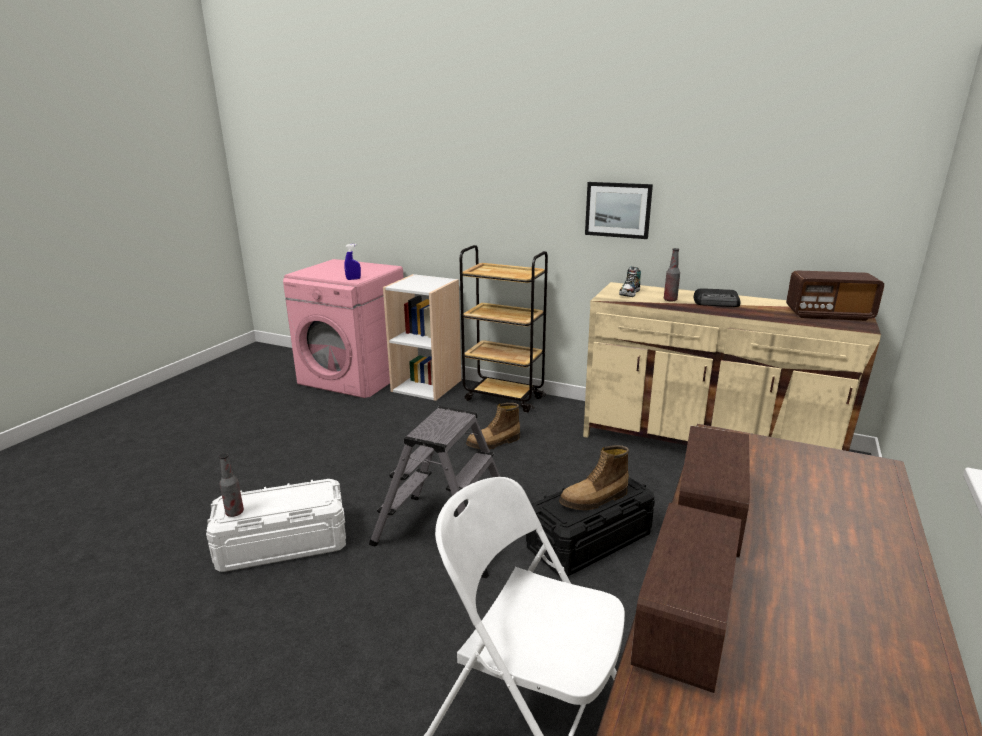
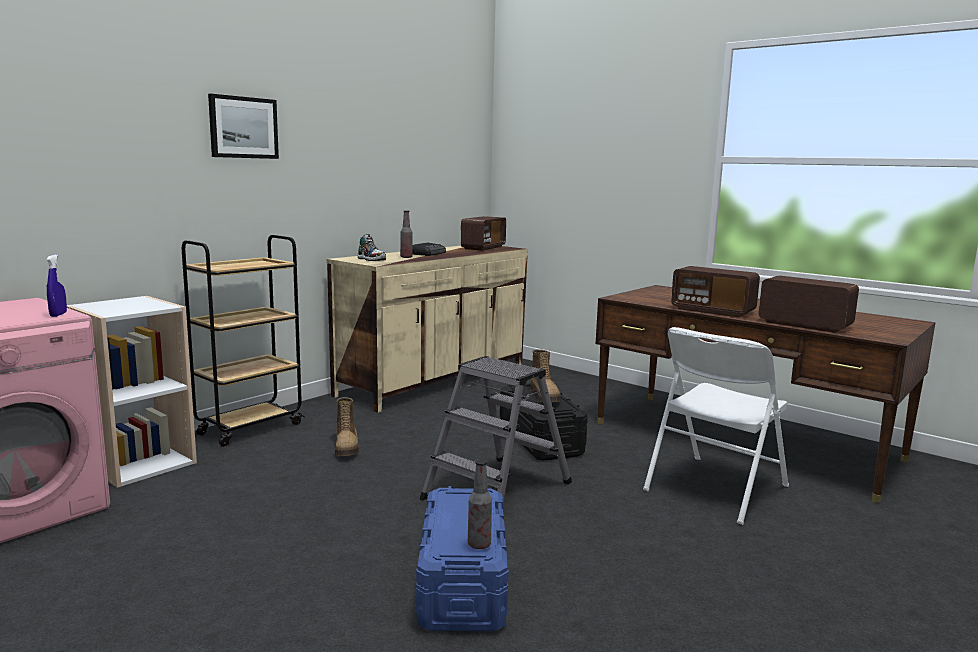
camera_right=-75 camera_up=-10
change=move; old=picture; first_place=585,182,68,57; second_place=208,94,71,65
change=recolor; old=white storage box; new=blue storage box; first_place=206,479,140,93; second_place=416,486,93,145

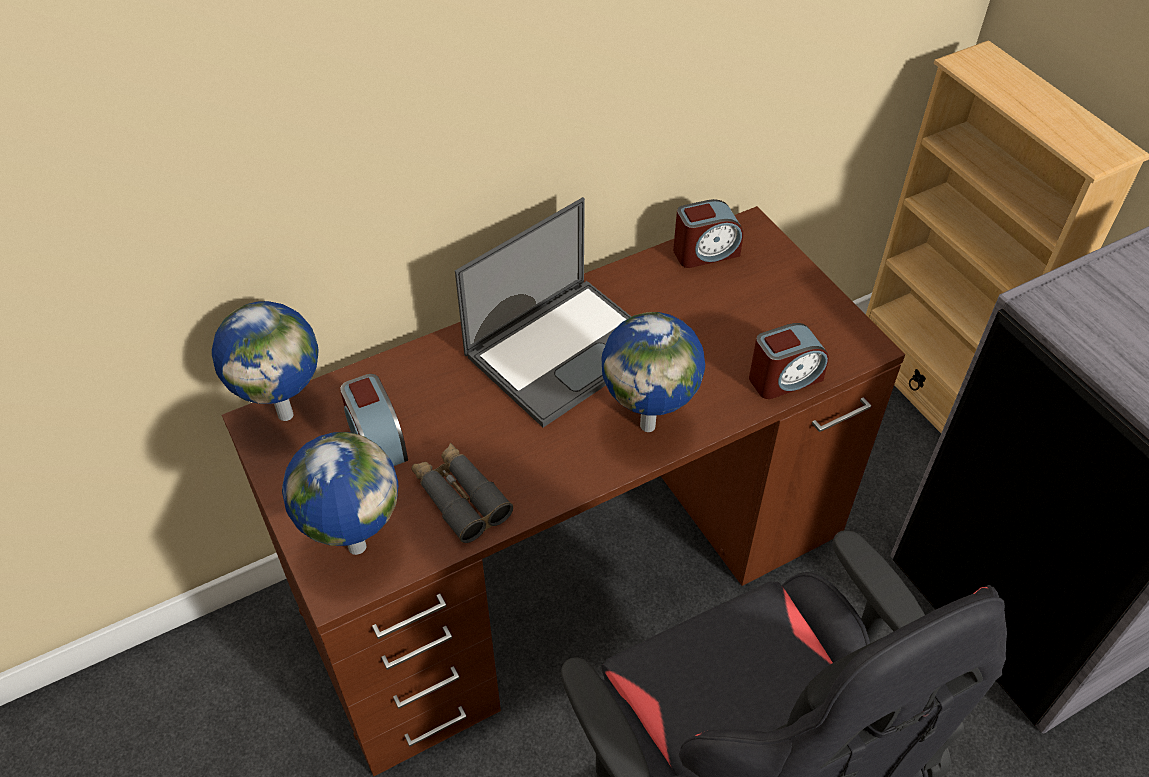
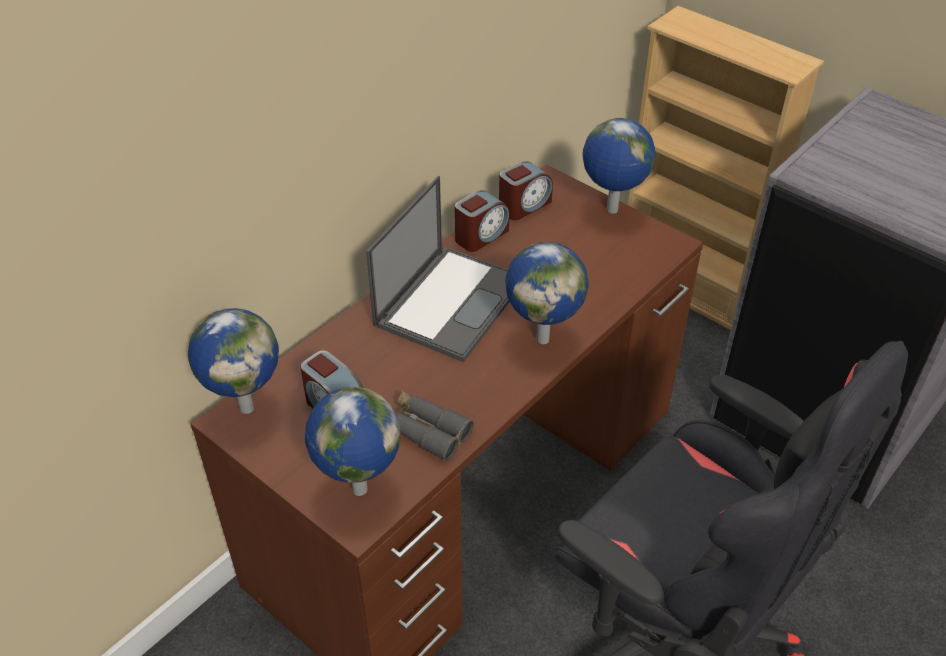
camera_right=-20 camera_up=-5
change=move; old=alarm clock; first_place=749,323,80,76; second_place=455,190,55,62
change=insert; new=globe; second_place=583,118,73,96

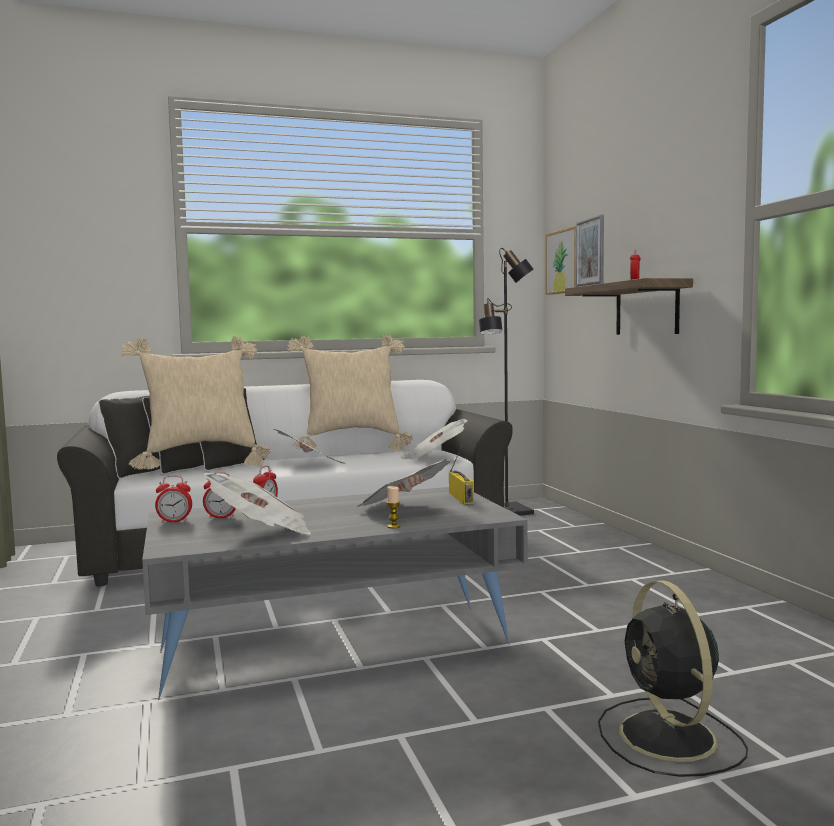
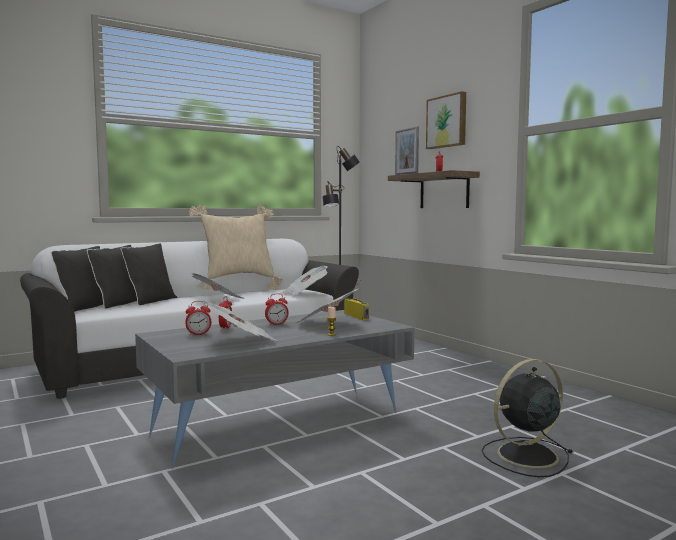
camera_right=-15 camera_up=0
change=move; old=alarm clock; first_place=155,476,37,47; second_place=265,294,24,31
change=move; old=picture; first_place=545,226,31,69; second_place=426,91,40,58
change=rotate; old=black fan; first_place=598,580,150,197; second_place=482,359,91,118; degrees=90
change=delete; old=beige pillow; first_place=121,336,150,134

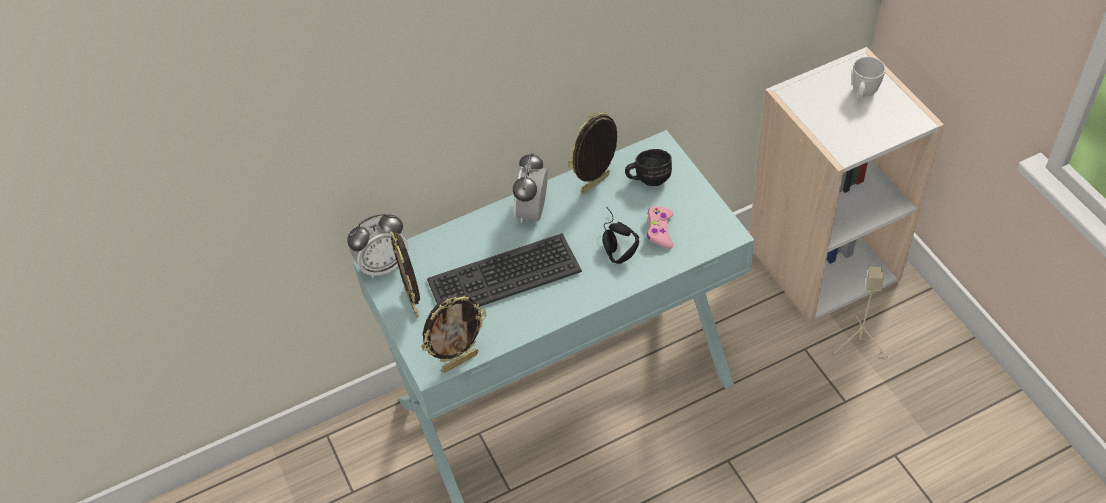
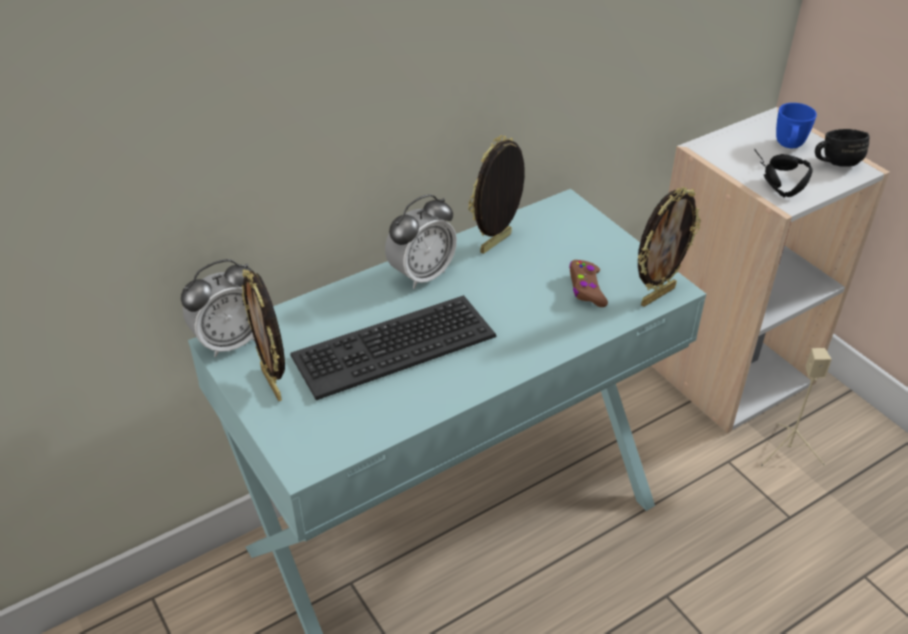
camera_right=-10 camera_up=-10
change=rotate; old=alarm clock; first_place=513,152,35,71; second_place=385,194,72,95; degrees=-135
change=recolor; old=pink game controller; new=brown game controller; first_place=646,207,28,42; second_place=569,260,39,47
change=move; old=picture frame; first_place=421,295,66,78; second_place=638,187,63,120
change=move; old=black headphones; first_place=602,208,37,56; second_place=754,149,58,48
change=recolor; old=white mug; new=blue mug; first_place=852,57,34,41; second_place=776,103,41,45
change=move; old=black mug; first_place=625,149,47,37; second_place=815,129,55,38

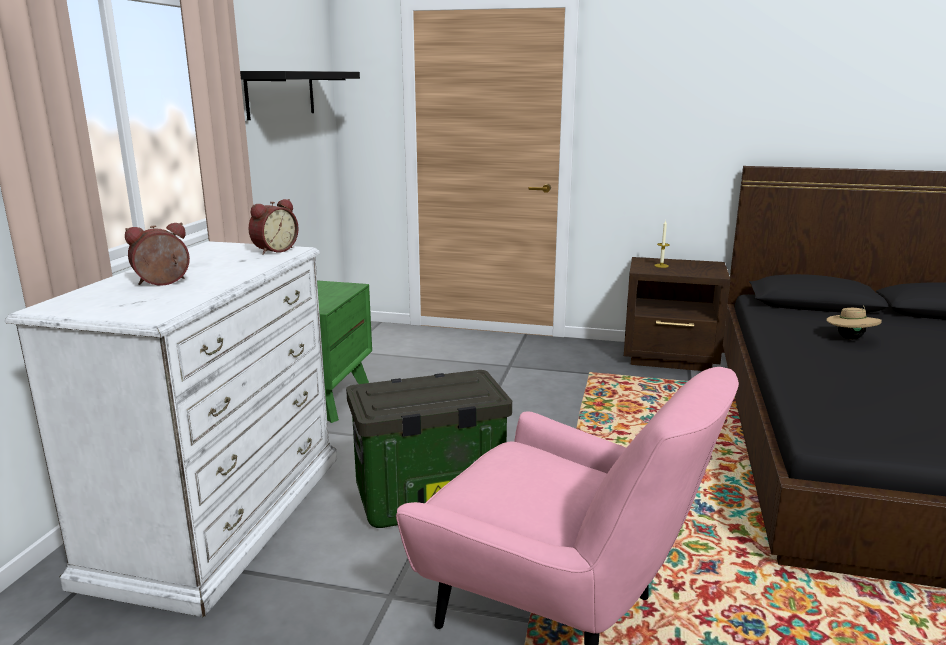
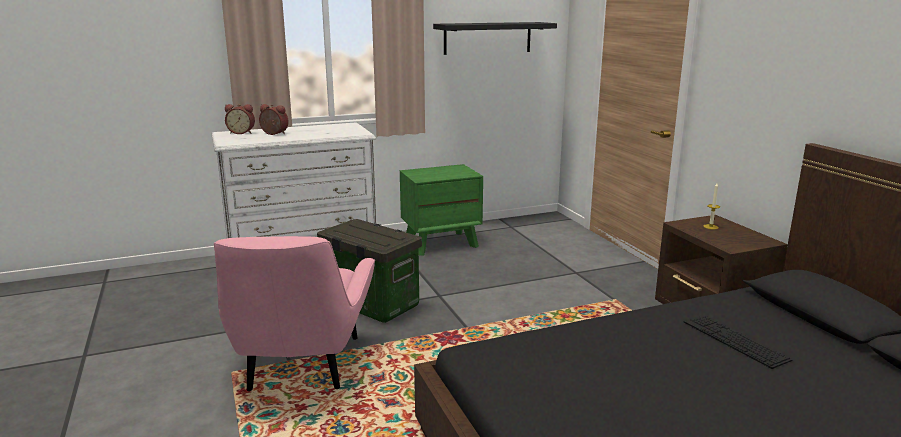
camera_right=55 camera_up=0
change=move; old=alarm clock; first_place=249,199,50,56; second_place=225,104,30,30
change=replace; old=beige hat; new=keyboard; first_place=826,305,56,35; second_place=684,315,109,54

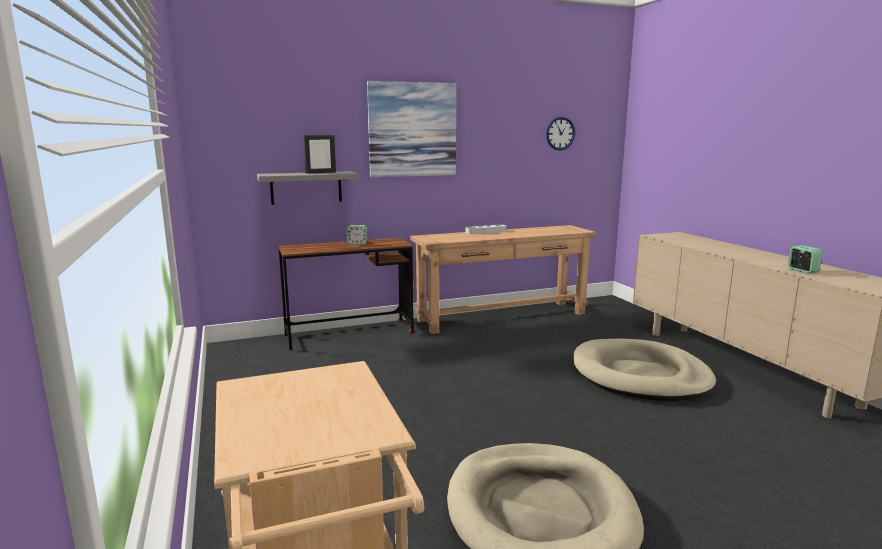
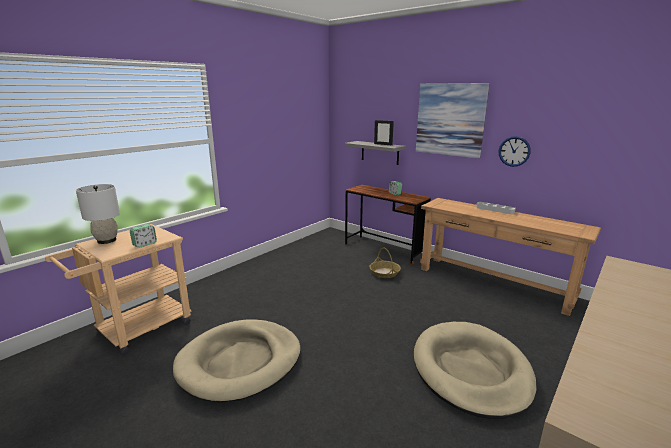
camera_right=60 camera_up=5
change=insert; new=white table lamp; second_place=76,184,44,60
change=move; old=alarm clock; first_place=788,245,34,29; second_place=130,224,27,24
change=insert; new=basket; second_place=369,248,32,30
change=move; old=wall clock; first_place=546,117,29,34; second_place=499,136,32,31

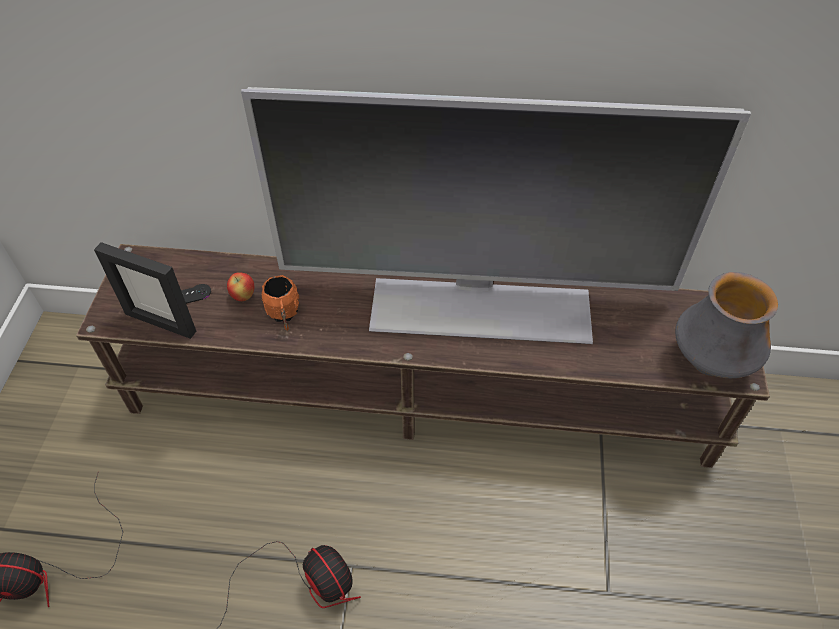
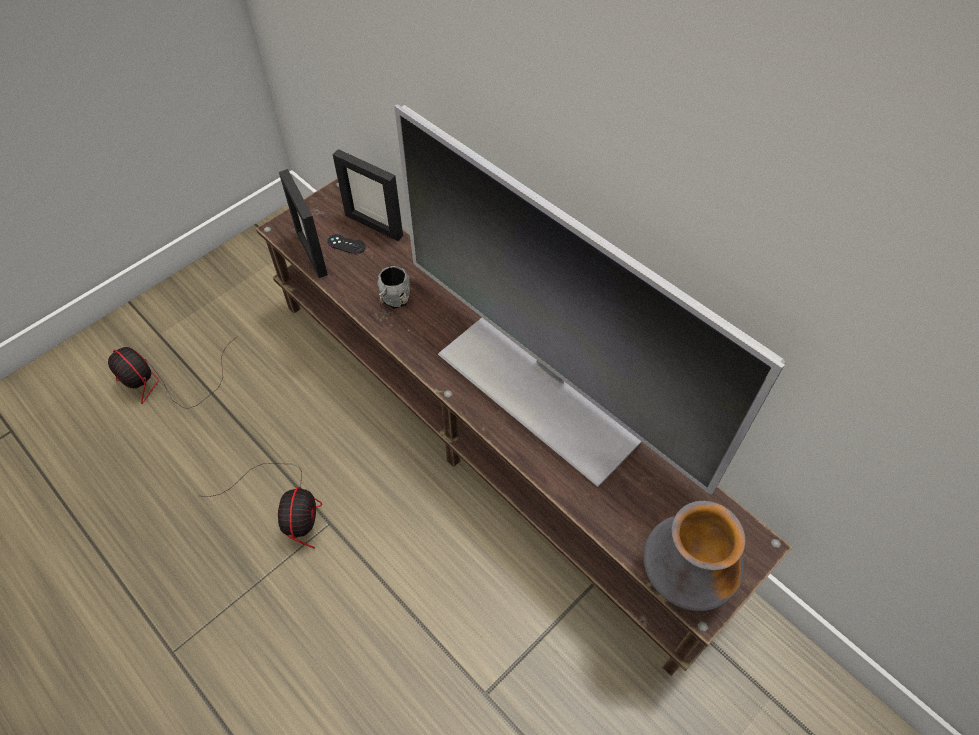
camera_right=40 camera_up=5
change=insert; new=picture frame; second_place=333,149,70,92
change=recolor; old=orange mug; new=grey mug; first_place=262,275,37,55; second_place=378,266,32,49
change=delete; old=apple; first_place=227,272,27,29

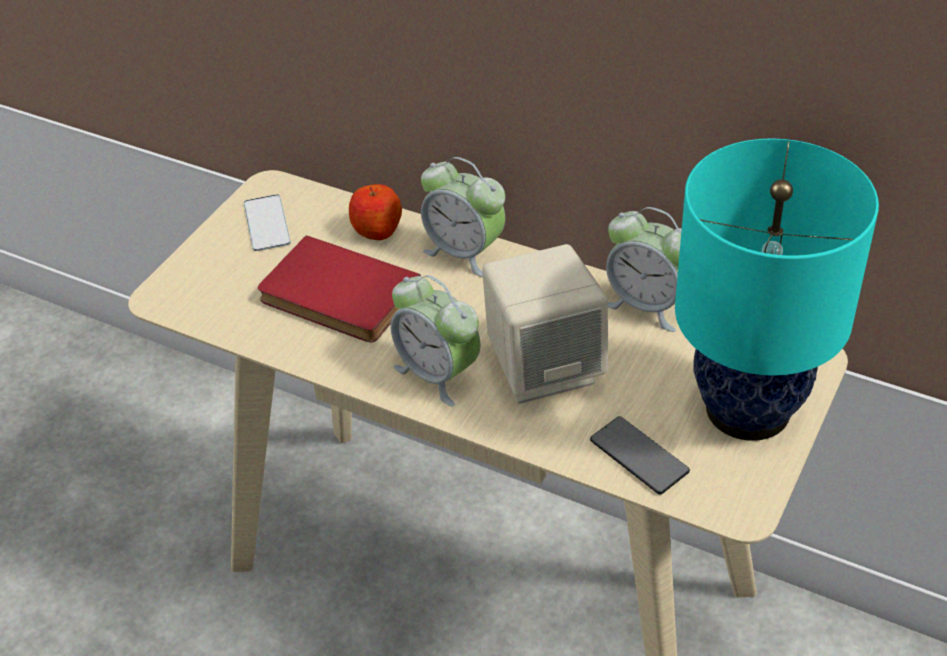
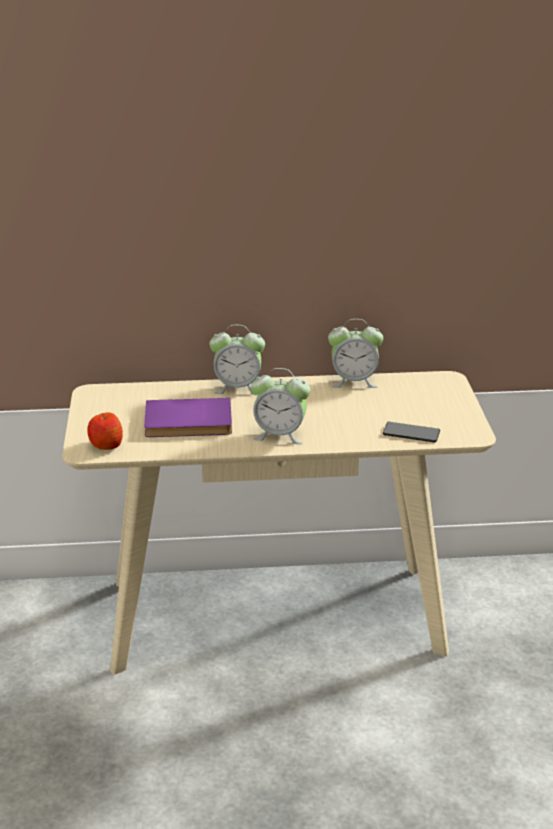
camera_right=-35 camera_up=-15
change=move; old=apple; first_place=349,184,53,56; second_place=87,412,36,38
change=recolor; old=red book; new=purple book; first_place=258,235,163,107; second_place=144,398,88,39
change=delete; old=phone; first_place=244,194,47,57
change=delete; old=beige speaker; first_place=482,244,126,160
change=delete; old=turquoise table lamp; first_place=675,139,204,302

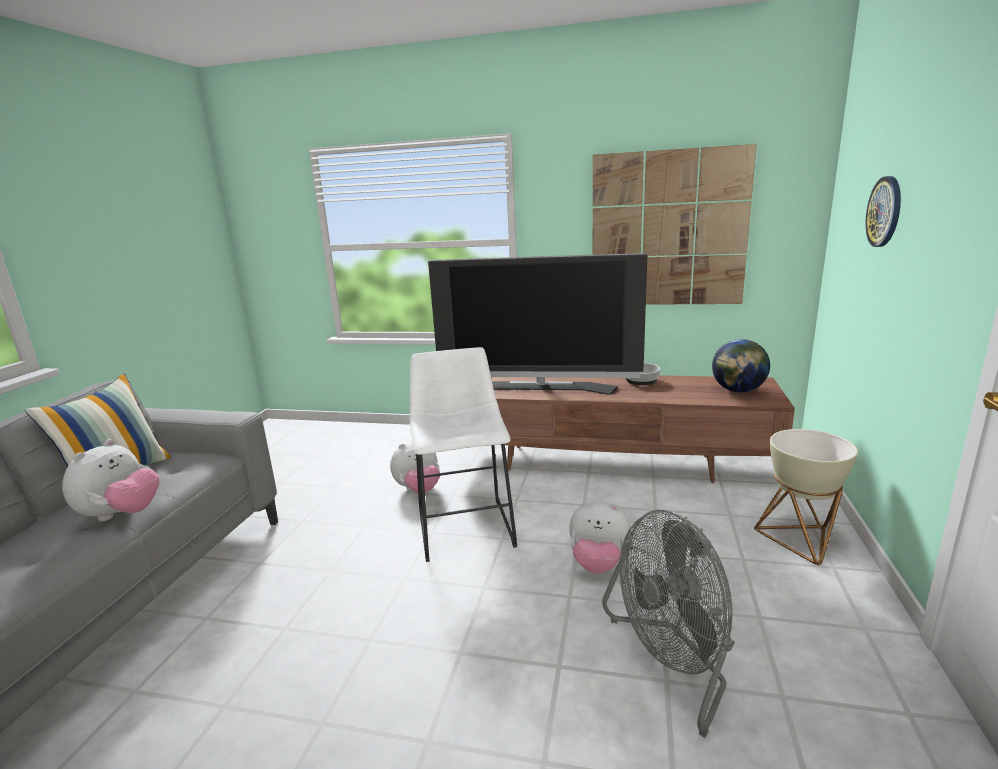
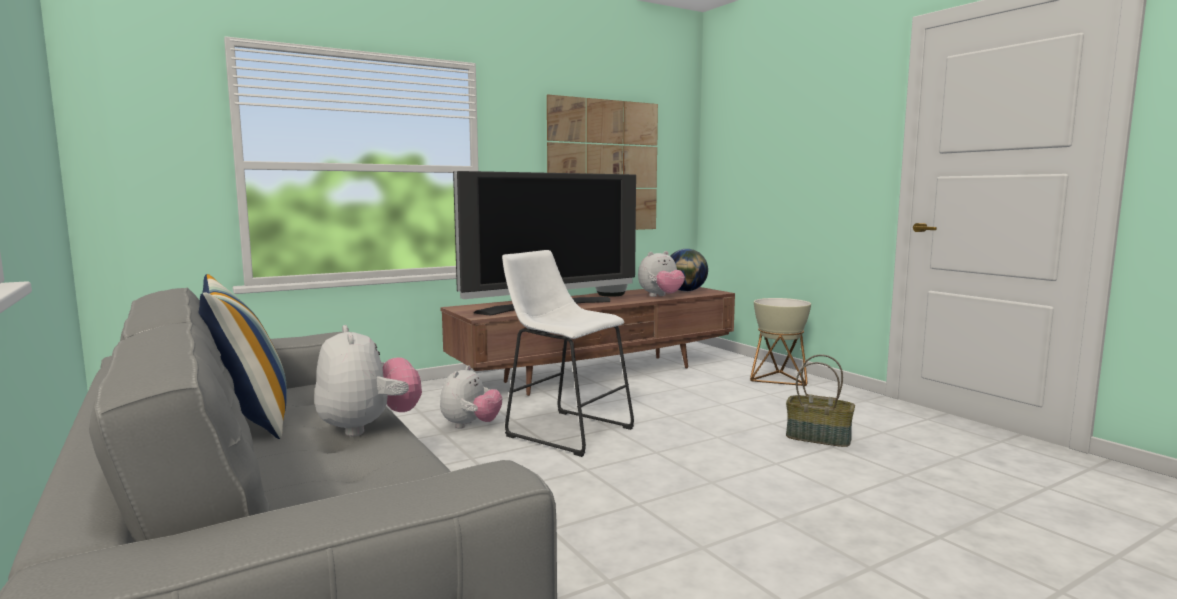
camera_right=-45 camera_up=-10
change=move; old=plush toy; first_place=569,501,62,73; second_place=638,251,47,46
change=replace; old=grey fan; new=basket; first_place=602,510,133,228; second_place=786,355,69,92
change=delete; old=wall clock; first_place=865,176,36,71

